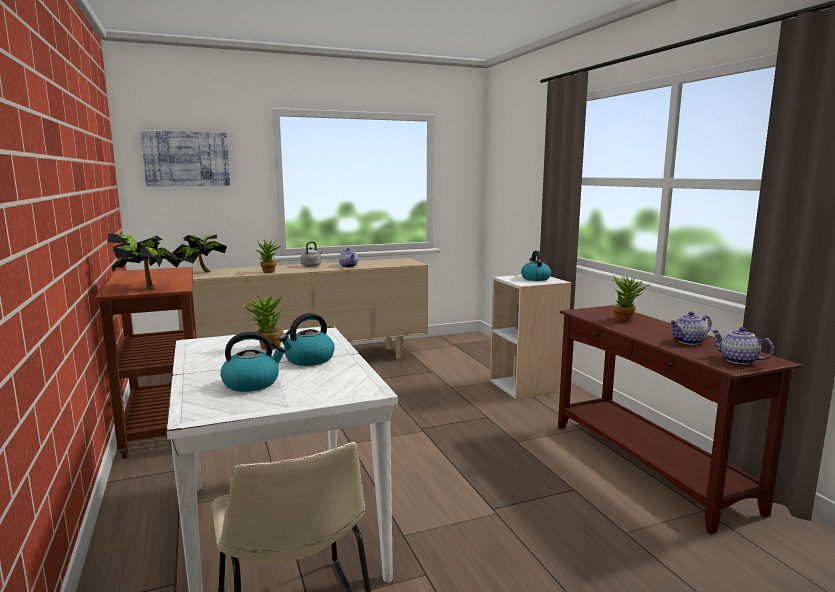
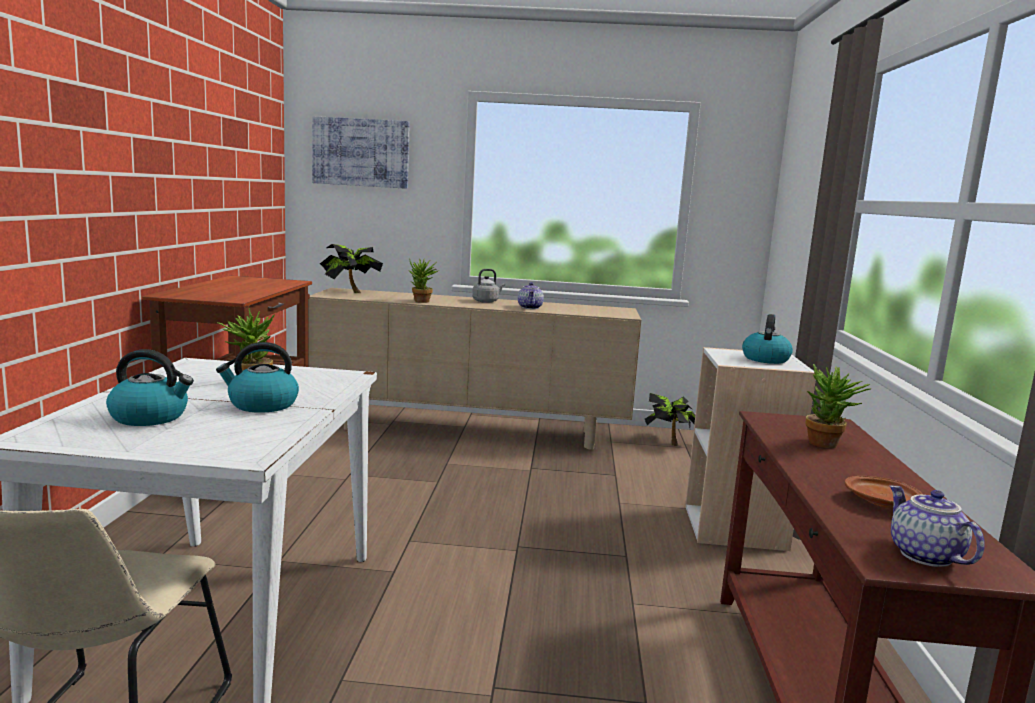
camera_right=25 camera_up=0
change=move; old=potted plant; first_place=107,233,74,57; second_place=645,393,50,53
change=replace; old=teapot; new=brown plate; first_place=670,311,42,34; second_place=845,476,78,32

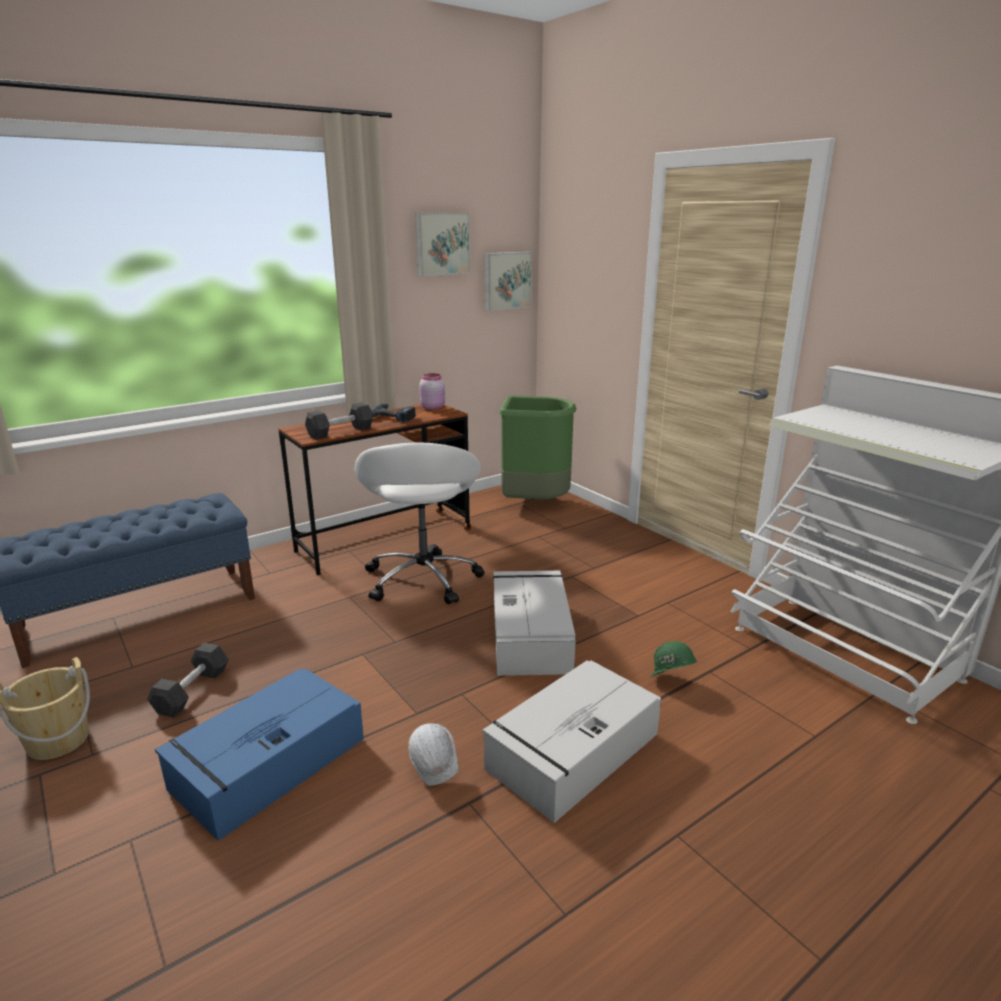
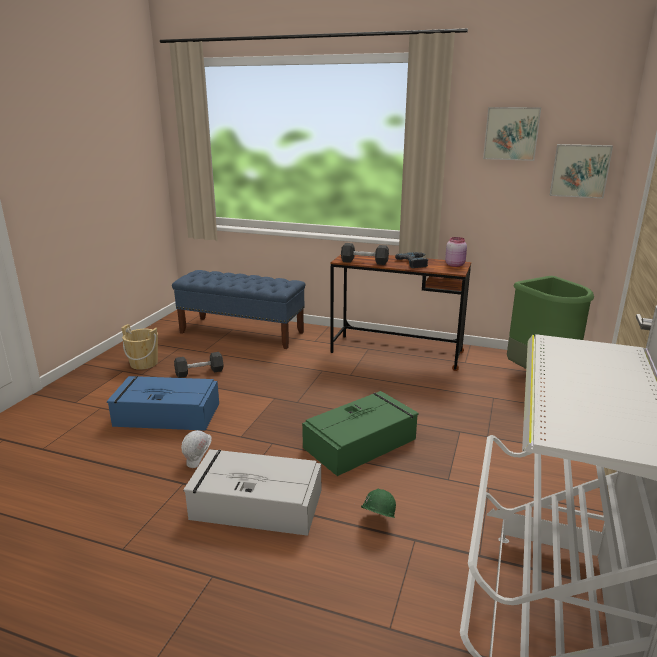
camera_right=55 camera_up=0
change=recolor; old=grey storage box; new=green storage box; first_place=493,571,83,105; second_place=302,391,117,85
change=delete; old=white office chair; first_place=354,442,131,162

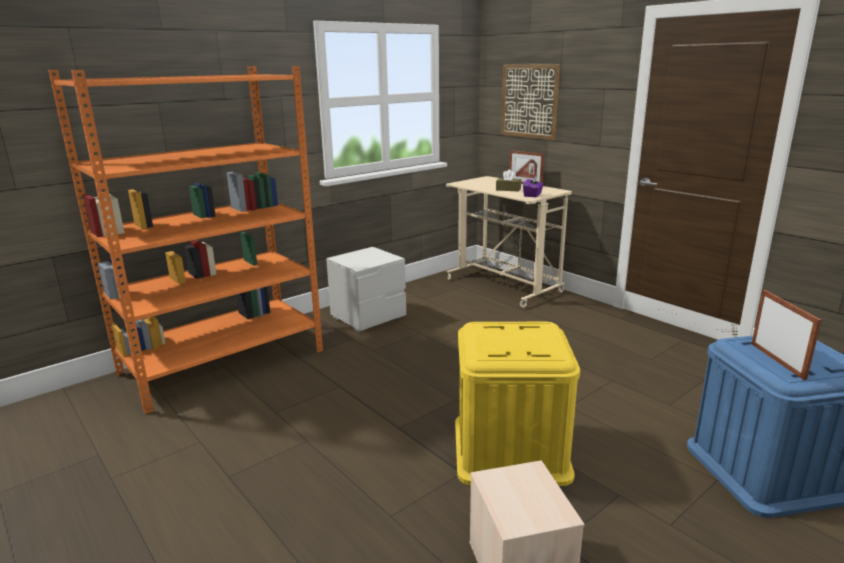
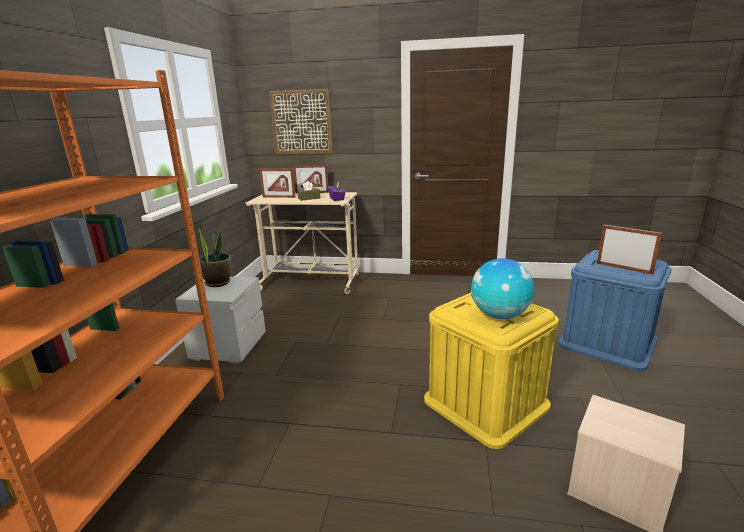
camera_right=-40 camera_up=0
change=insert; new=potted plant; second_place=199,229,32,58
change=insert; new=picture frame; second_place=259,169,36,29
change=insert; new=globe; second_place=471,258,63,61

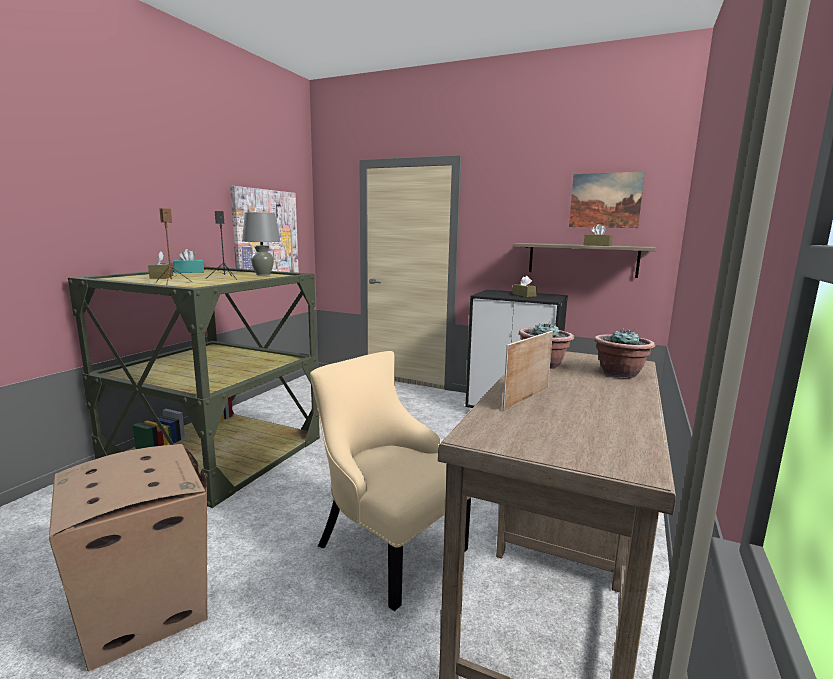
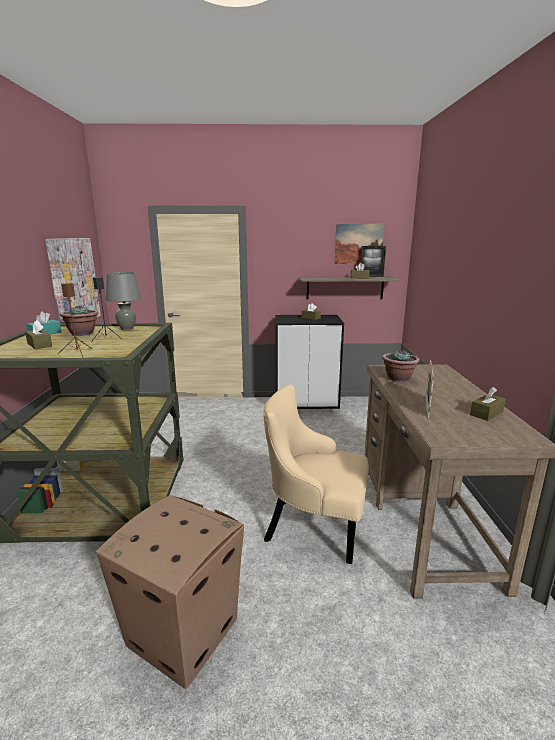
camera_right=-25 camera_up=5
change=move; old=potted plant; first_place=594,328,61,50; second_place=60,305,39,31
change=insert; new=picture frame; second_place=360,246,26,31
change=insert; new=brown tissue box; second_place=470,387,36,34

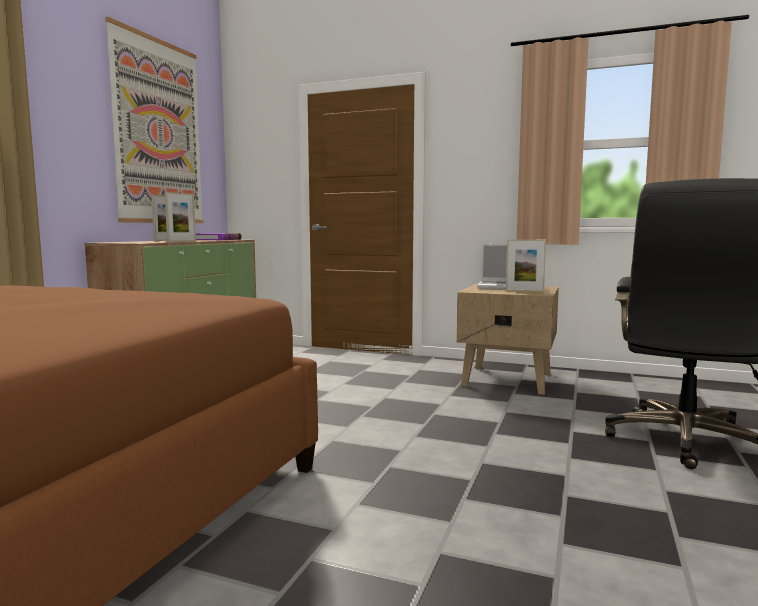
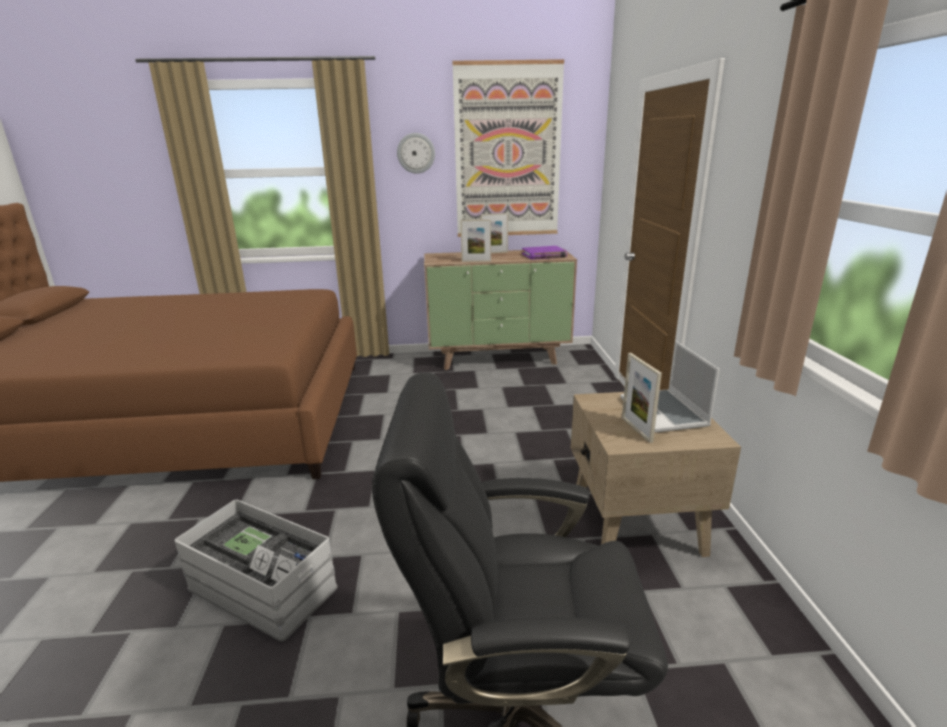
camera_right=65 camera_up=15
change=insert; new=grey storage box; second_place=174,500,164,141
change=insert; new=wall clock; second_place=397,133,38,40

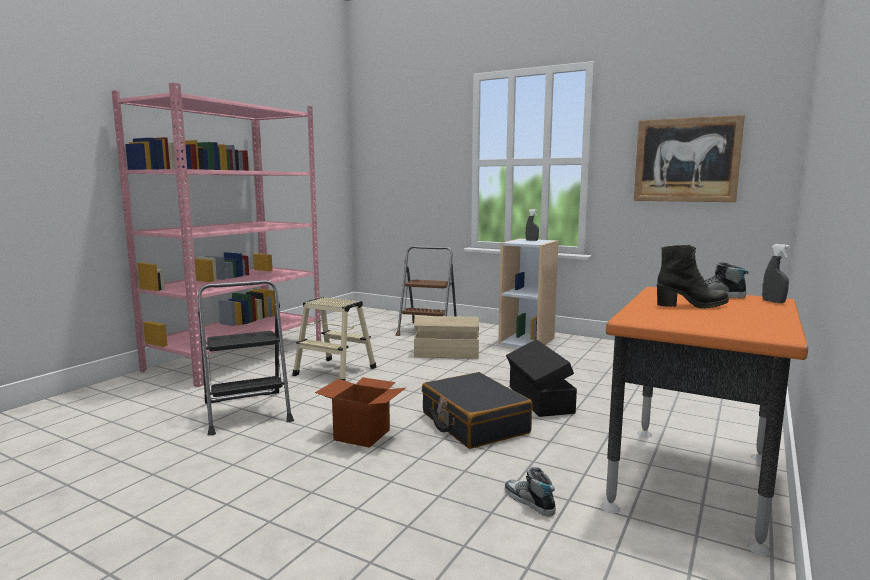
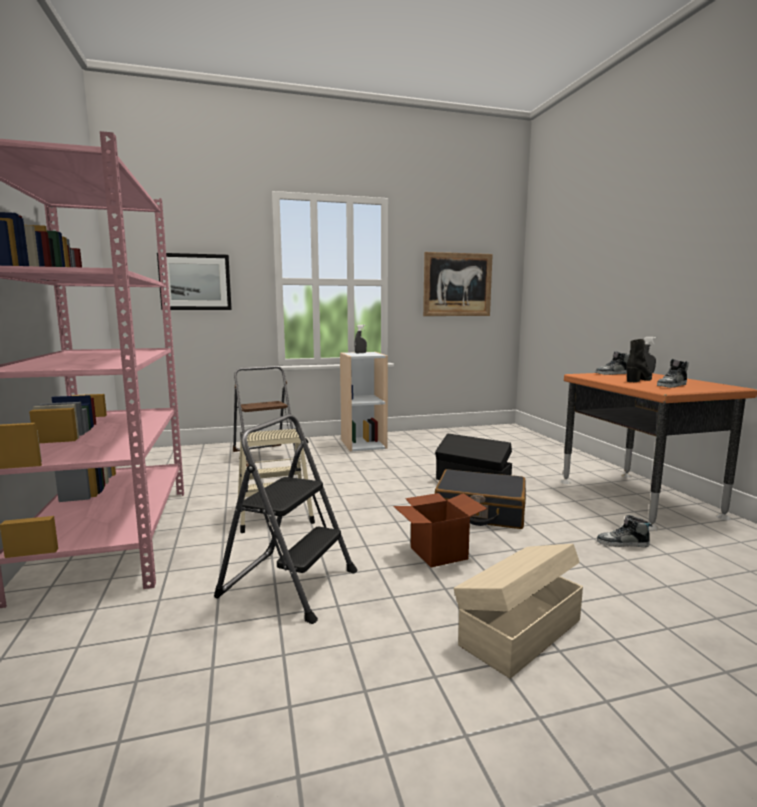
camera_right=-45 camera_up=0
change=insert; new=picture; second_place=157,253,75,57
change=move; old=beige storage box; first_place=414,316,65,43; second_place=453,544,130,135
change=insert; new=shoe; second_place=657,359,32,29

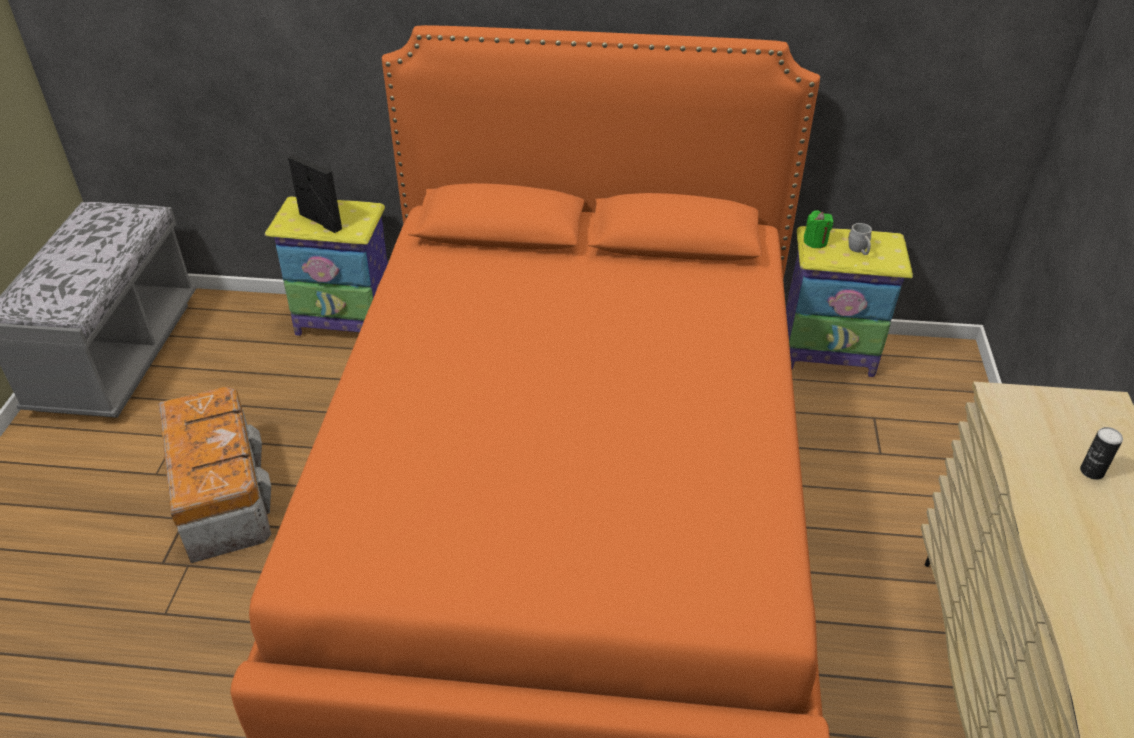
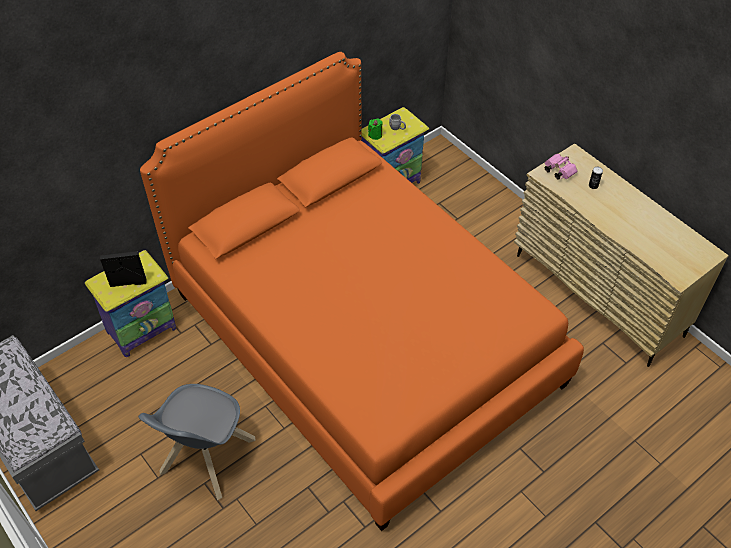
camera_right=-45 camera_up=10
change=replace; old=storage box; new=grey chair; first_place=159,387,112,176; second_place=138,384,118,116
change=insert; new=pink binoculars; second_place=545,154,33,26

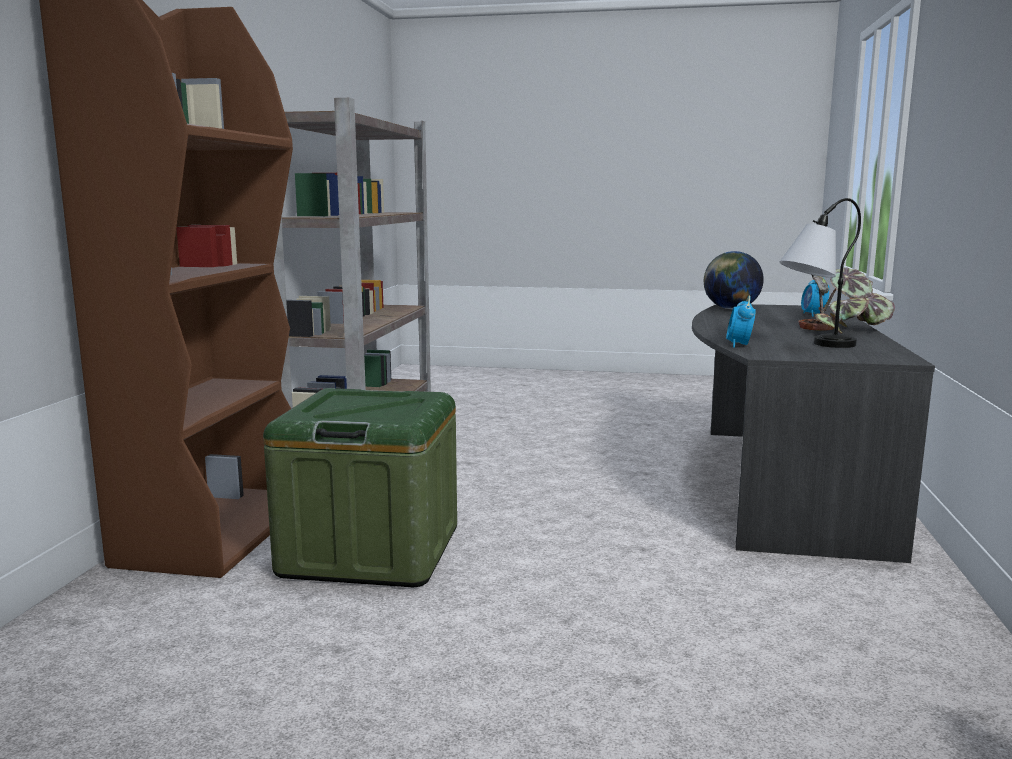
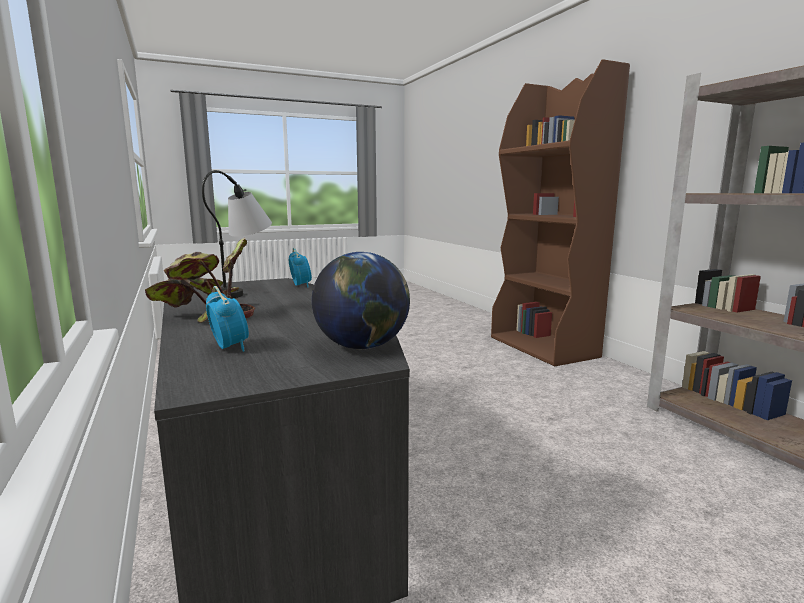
camera_right=145 camera_up=0
change=delete; old=green storage box; first_place=263,388,194,199

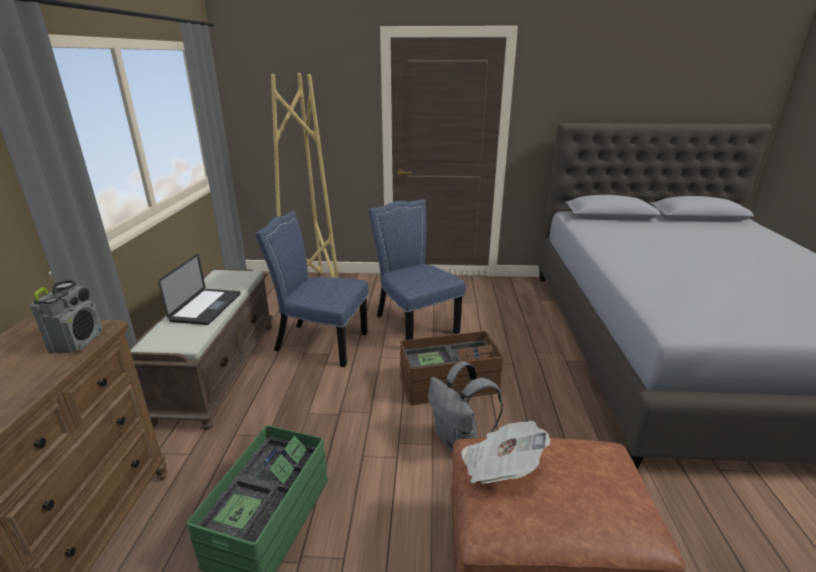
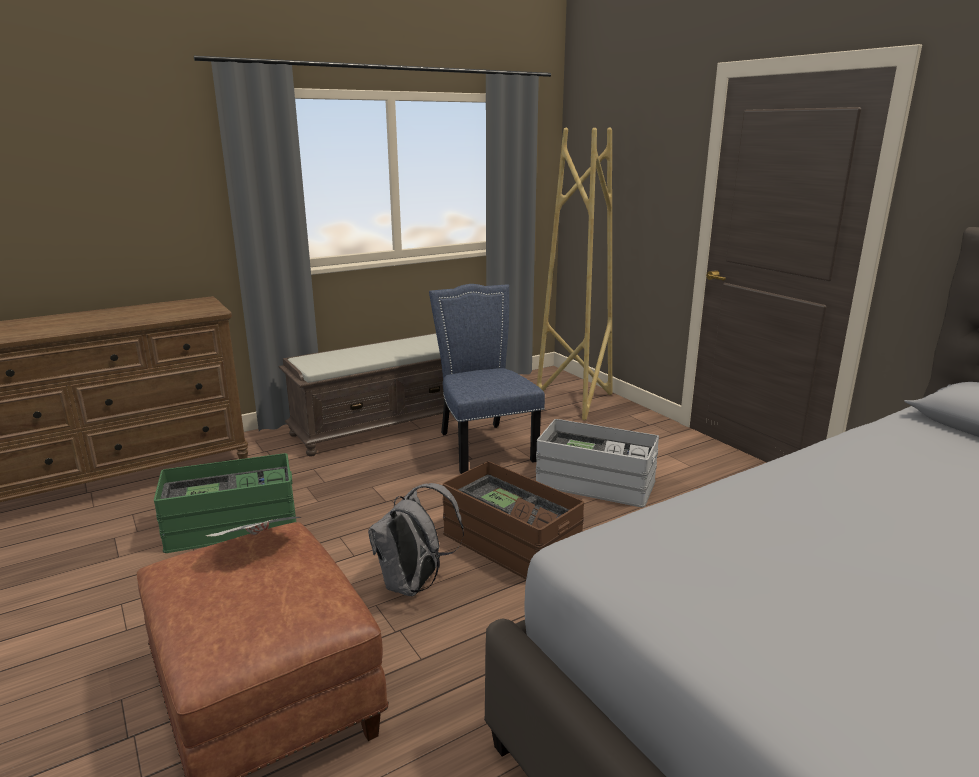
camera_right=55 camera_up=-5
change=replace; old=blue chair; new=grey storage box; first_place=368,199,98,141; second_place=536,419,123,88
change=delete; old=radio; first_place=30,280,72,74
change=delete; old=laptop; first_place=158,254,83,71

